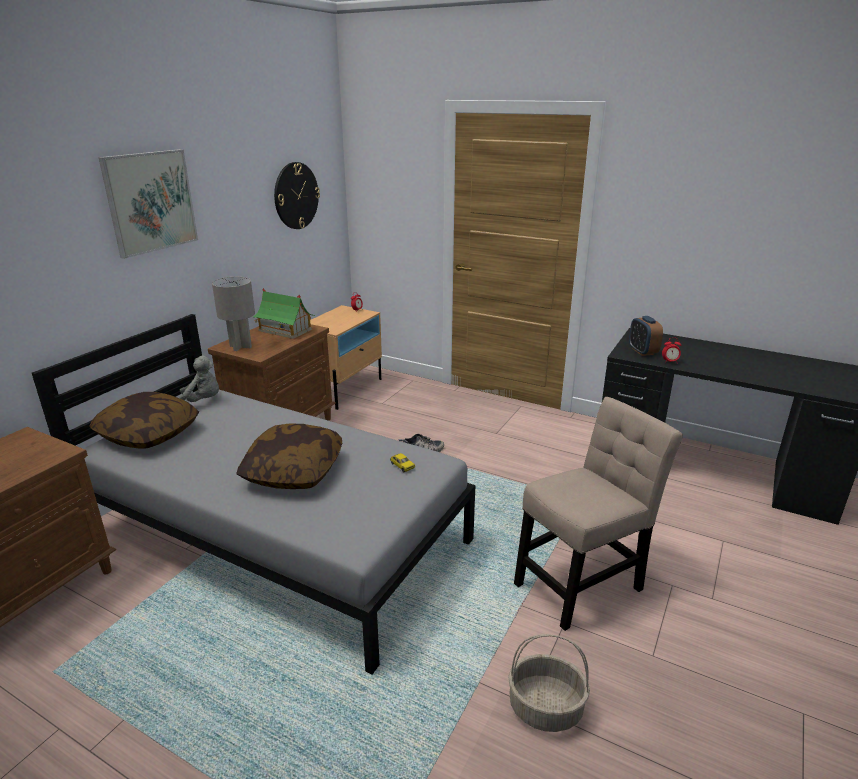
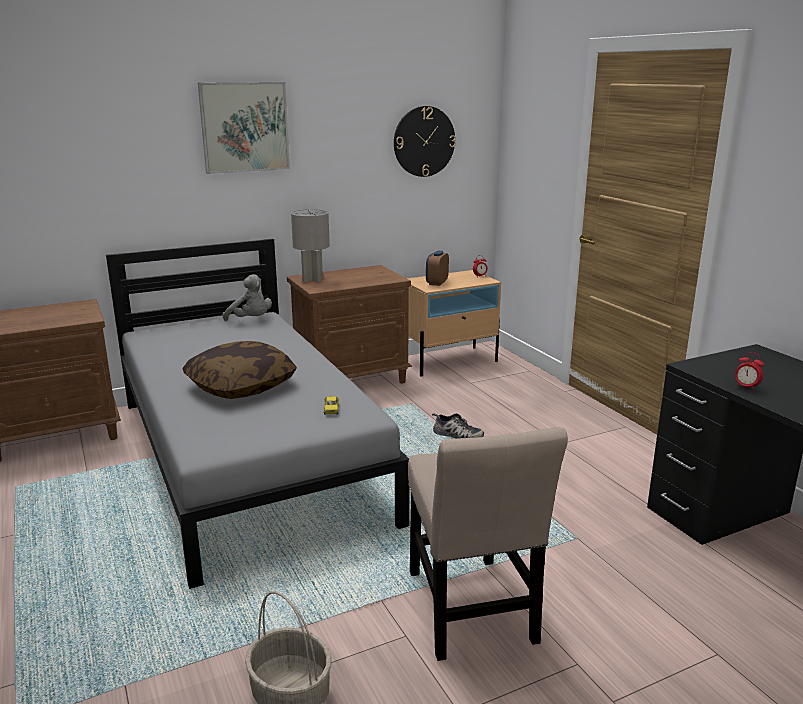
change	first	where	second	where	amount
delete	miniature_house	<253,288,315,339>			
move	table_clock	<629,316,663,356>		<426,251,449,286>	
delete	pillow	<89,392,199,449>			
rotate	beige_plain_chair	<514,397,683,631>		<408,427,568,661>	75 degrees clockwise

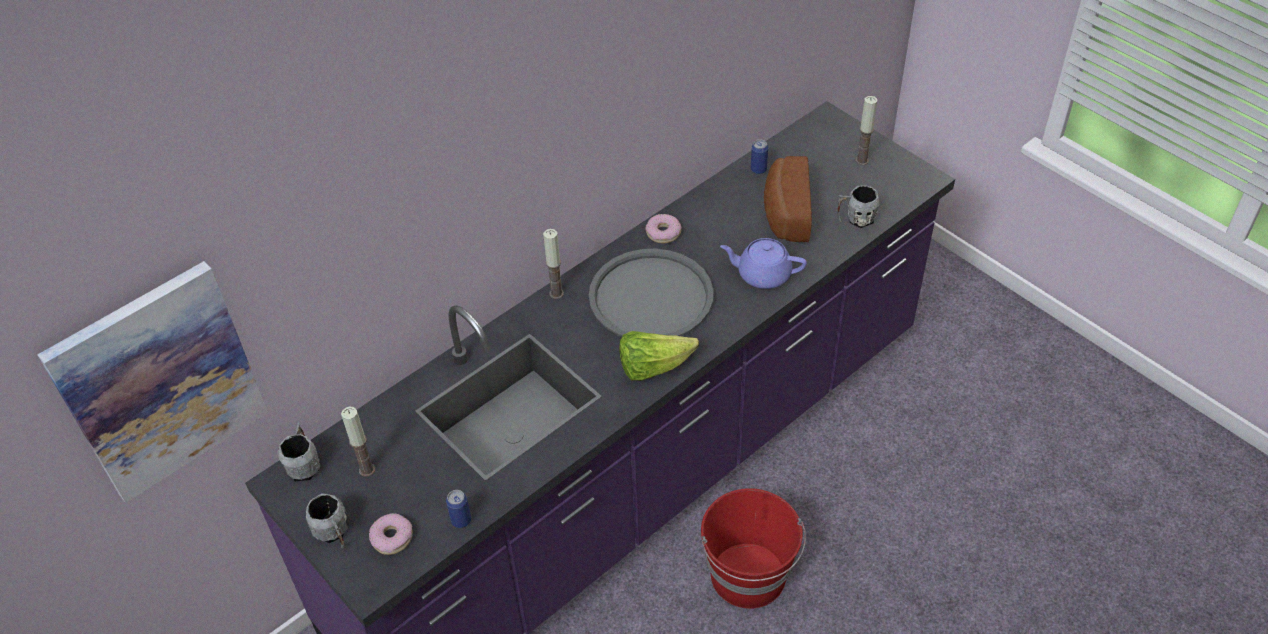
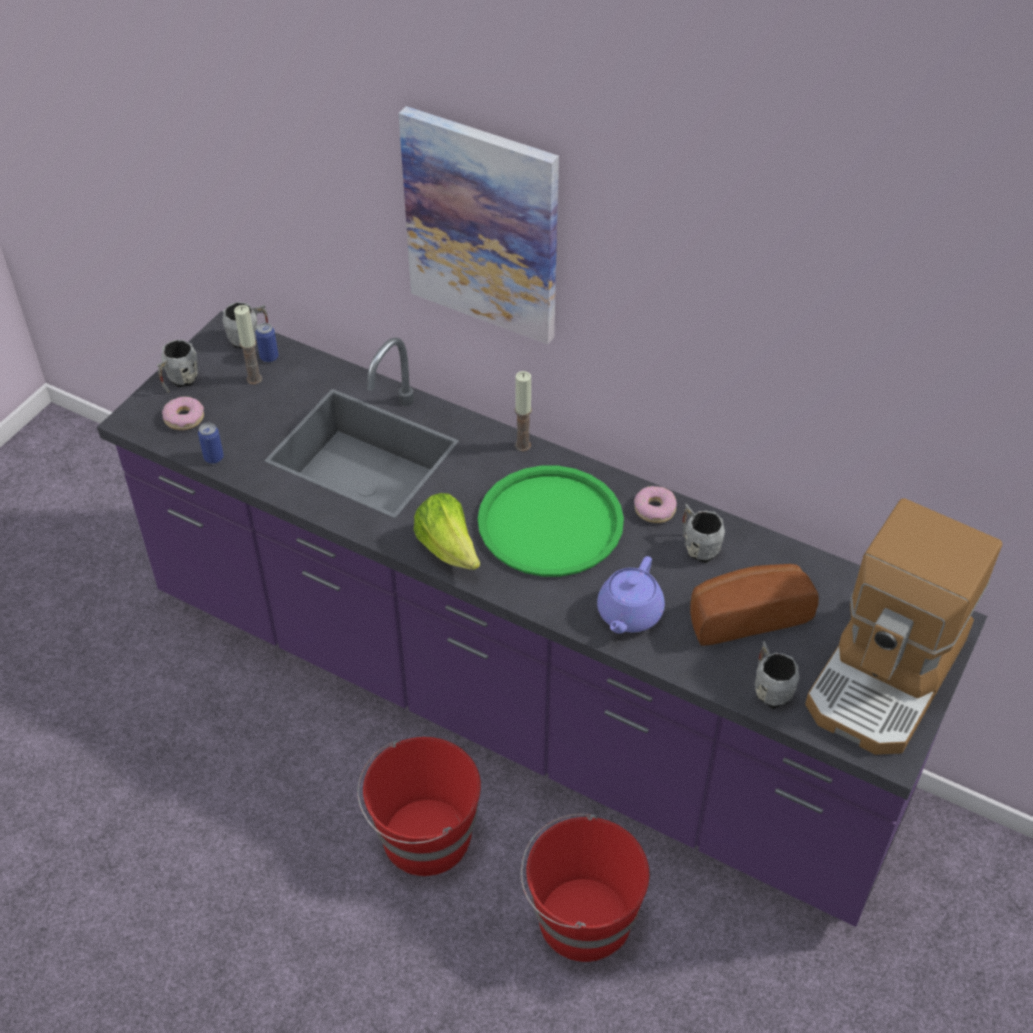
change	first	where	second	where	amount
replace	candle	<856,96,877,165>	coffee_machine	<805,498,1003,755>	
move	sealed_can	<751,139,768,174>		<255,323,278,363>	
rotate	purplish_tea_pot	<720,238,807,289>		<597,556,665,634>	150 degrees counterclockwise
recolor	grey_serving_tray	<589,249,714,337>	green_serving_tray	<478,466,624,577>	
move	picture	<37,261,268,503>		<399,106,559,345>	
insert			grey_mug	<683,503,725,564>	
insert			red_water_bucket	<521,813,649,962>	

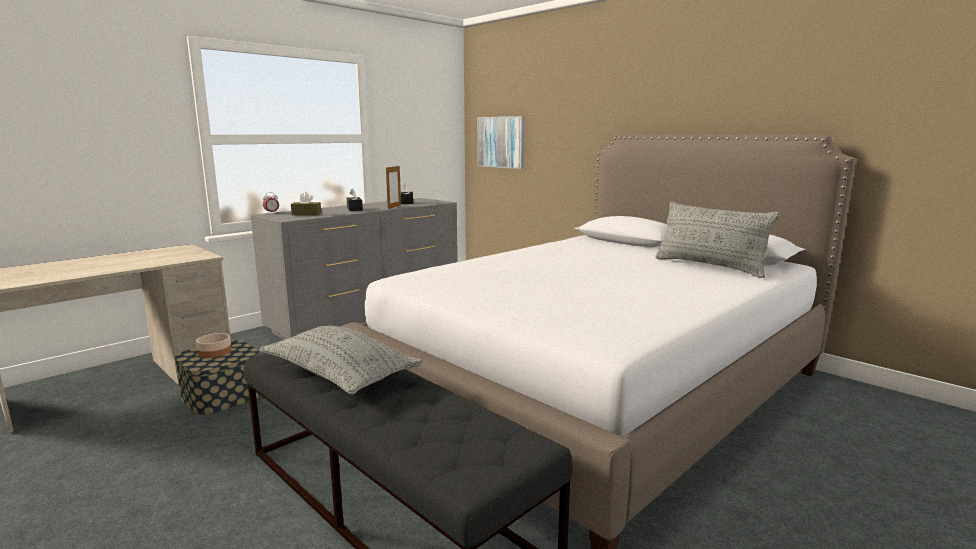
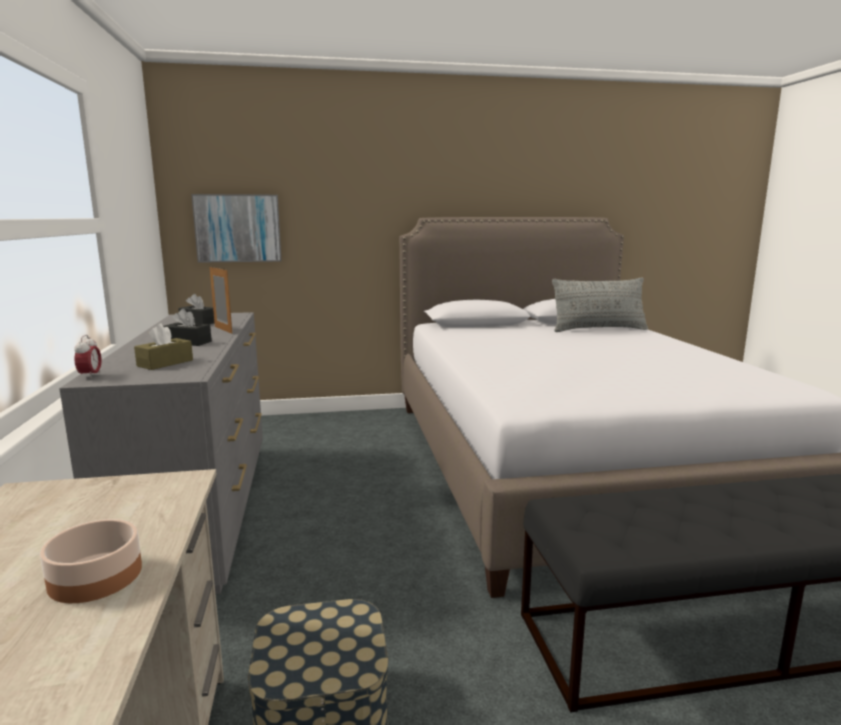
change	first	where	second	where	amount
delete	grey_pillow	<260,326,423,395>			
move	bowl	<196,333,231,358>		<40,519,142,603>	

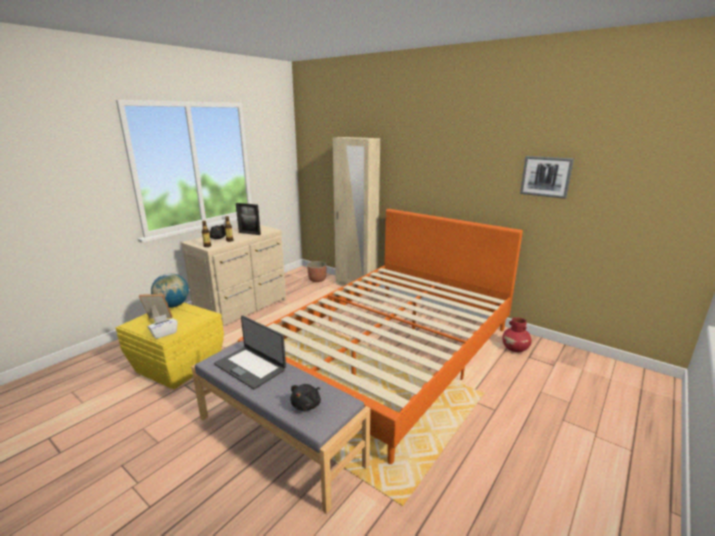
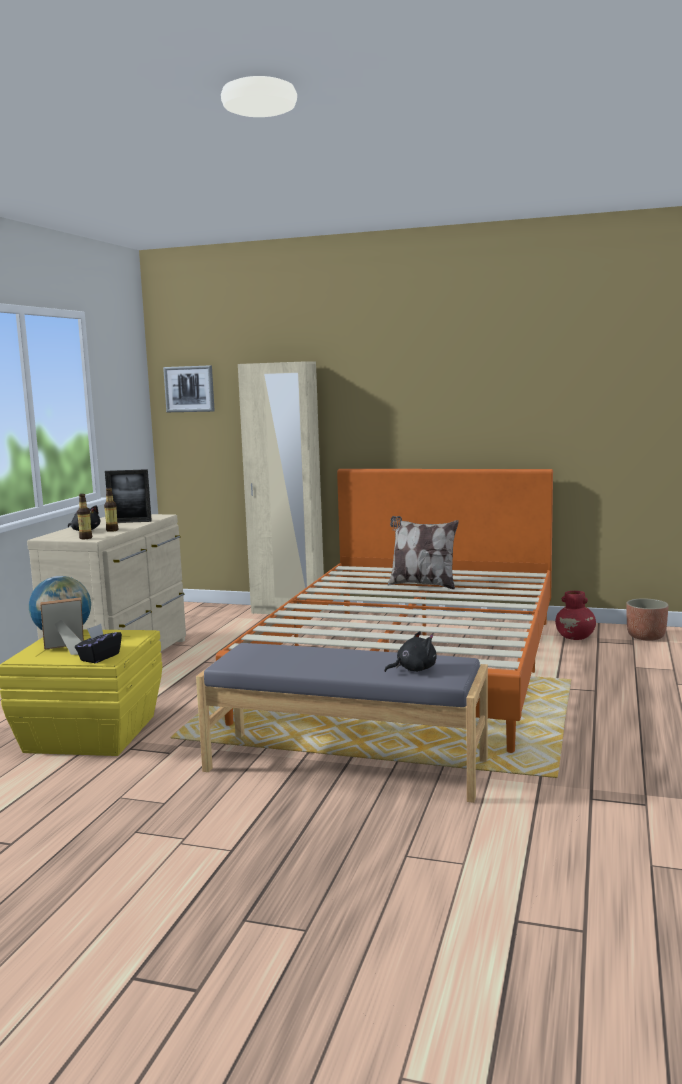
change	first	where	second	where	amount
move	picture	<520,156,574,199>		<163,365,215,412>	
move	plant_pot	<307,261,326,282>		<627,598,669,641>	
recolor	white_tissue_box	<148,314,178,339>	blackish_tissue_box	<75,624,122,663>	
delete	laptop	<214,316,286,389>			
rotate	blackish_cuddly_toy	<290,384,321,410>		<384,631,437,672>	120 degrees counterclockwise
insert			pillow	<388,516,459,589>	

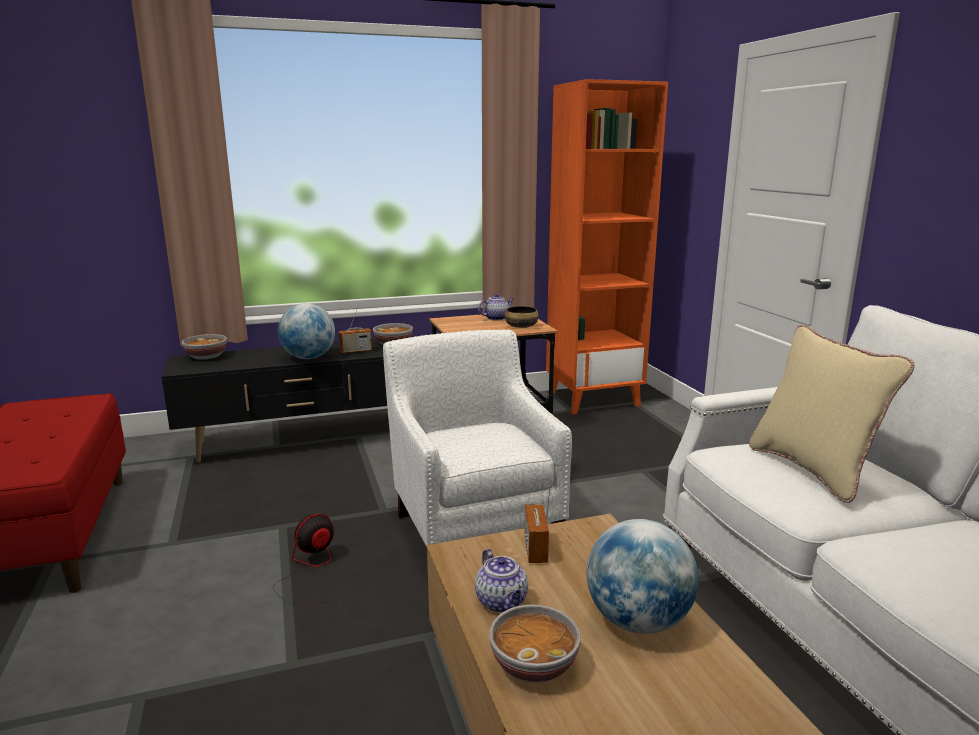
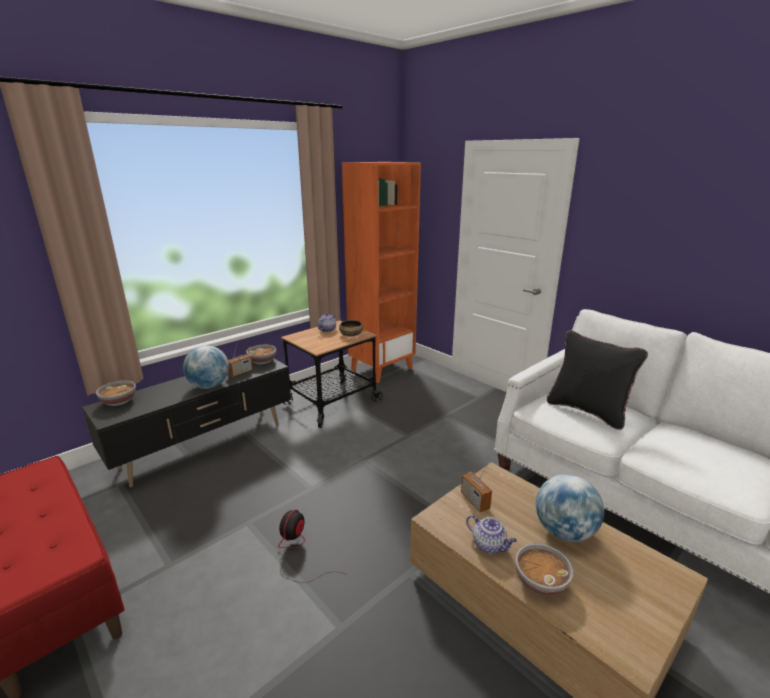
change	first	where	second	where	amount
recolor	beige_pillow	<749,325,915,503>	blackish_pillow	<546,330,648,430>	
delete	white_lounge_chair	<383,330,572,548>			

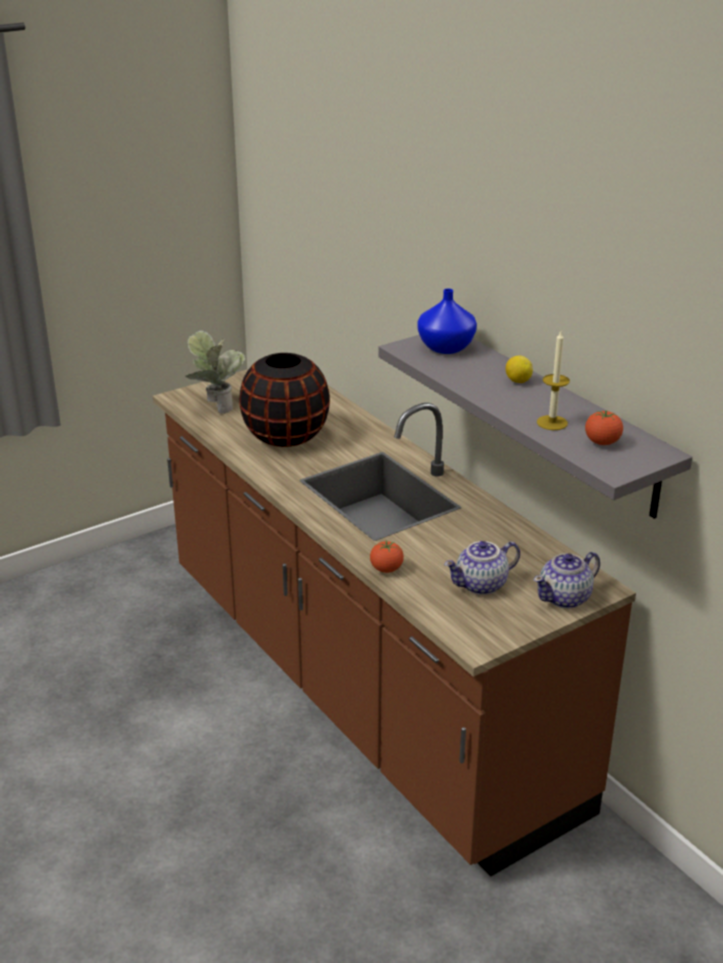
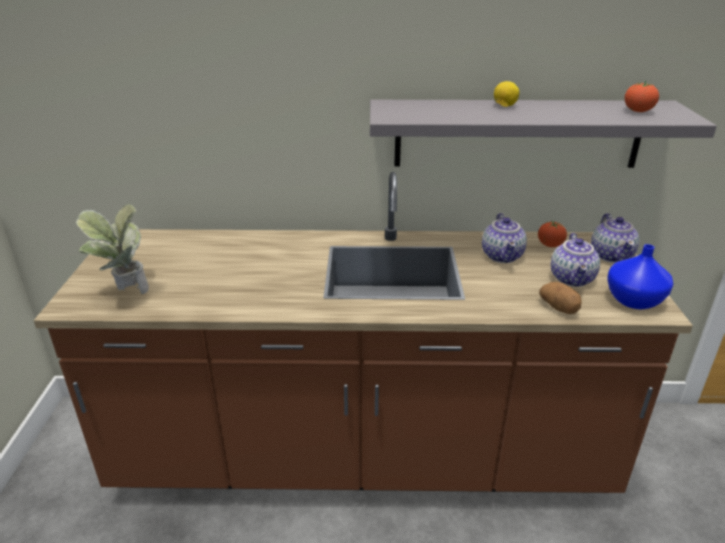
change	first	where	second	where	amount
move	blue-coloured_vase	<418,289,477,354>		<607,244,673,309>	
delete	candle	<537,331,570,430>			
delete	blackish_vase	<239,353,330,447>			
move	fresh_tomato	<370,541,404,573>		<538,221,567,247>	
insert			tea_pot	<482,213,527,263>	
insert			whole_potato	<539,282,582,314>	

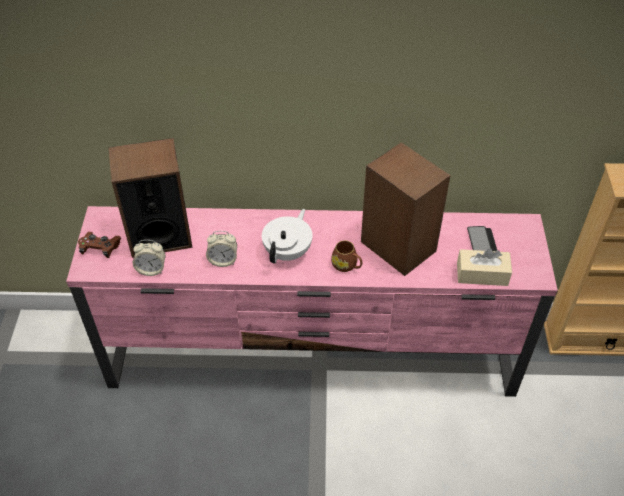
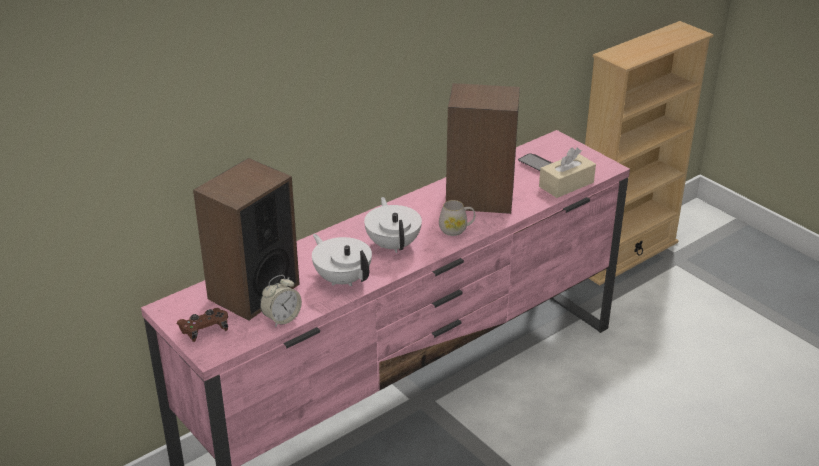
change	first	where	second	where	amount
replace	table_clock	<206,231,237,267>	white_tea_pot	<312,234,372,286>	
recolor	brown-coloured_mug	<331,240,362,272>	white_mug	<439,200,475,236>	

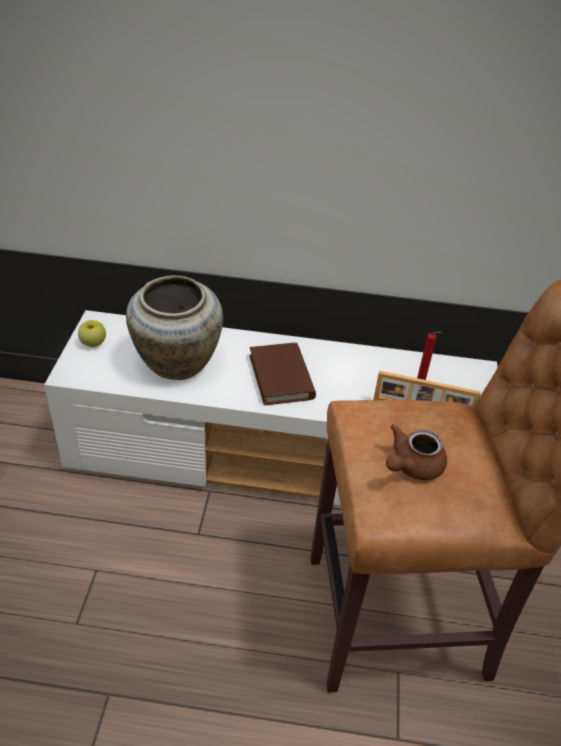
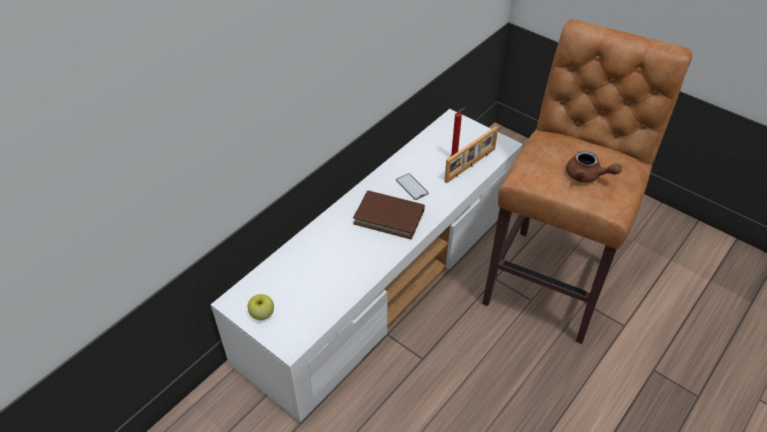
change	first	where	second	where	amount
delete	beige_vase	<126,275,223,380>			
rotate	brown-coloured_tea_pot	<386,424,447,480>		<566,151,622,183>	45 degrees counterclockwise
insert			phone	<396,173,429,200>	

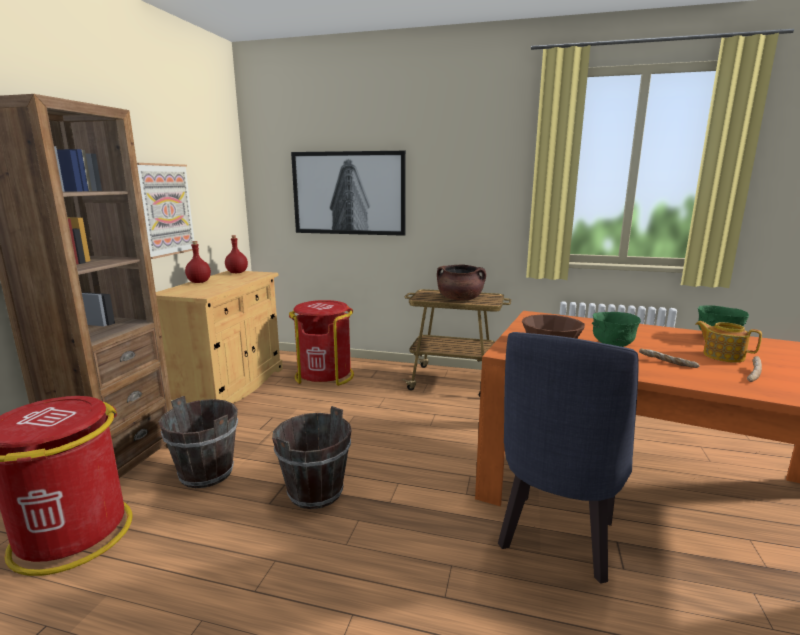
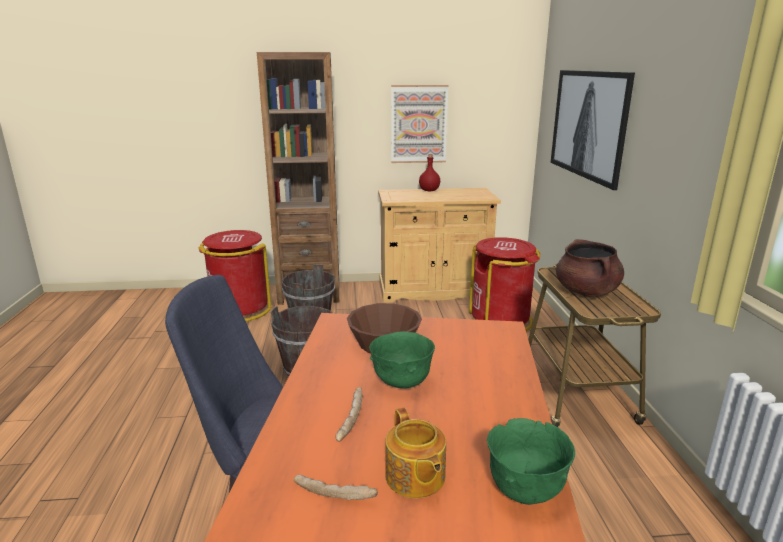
change	first	where	second	where	amount
delete	red_bottle	<225,235,248,273>			
rotate	tea_pot	<695,321,762,363>		<385,408,446,498>	135 degrees clockwise

